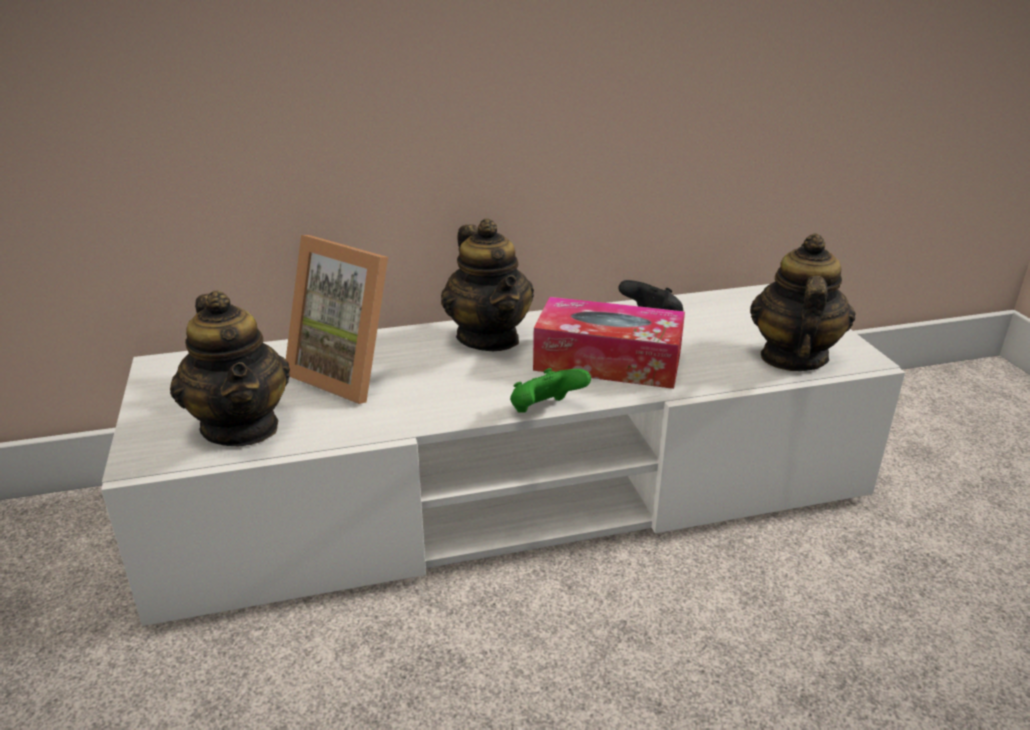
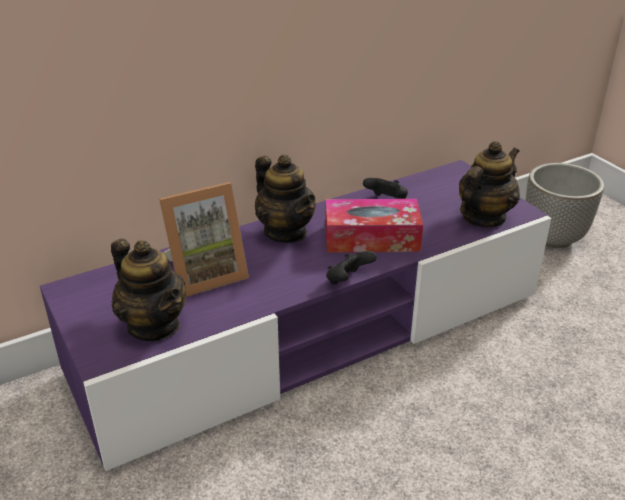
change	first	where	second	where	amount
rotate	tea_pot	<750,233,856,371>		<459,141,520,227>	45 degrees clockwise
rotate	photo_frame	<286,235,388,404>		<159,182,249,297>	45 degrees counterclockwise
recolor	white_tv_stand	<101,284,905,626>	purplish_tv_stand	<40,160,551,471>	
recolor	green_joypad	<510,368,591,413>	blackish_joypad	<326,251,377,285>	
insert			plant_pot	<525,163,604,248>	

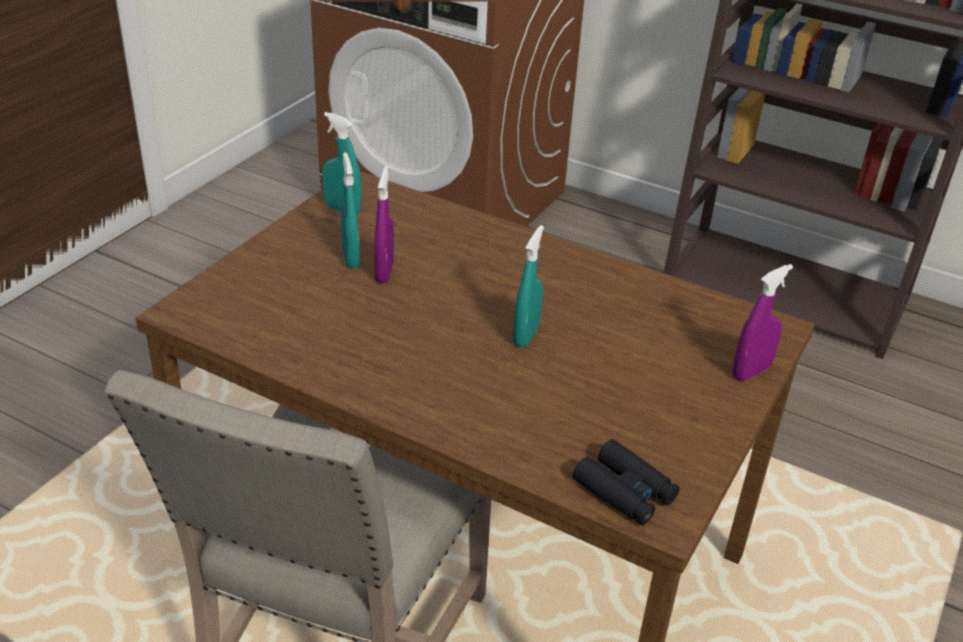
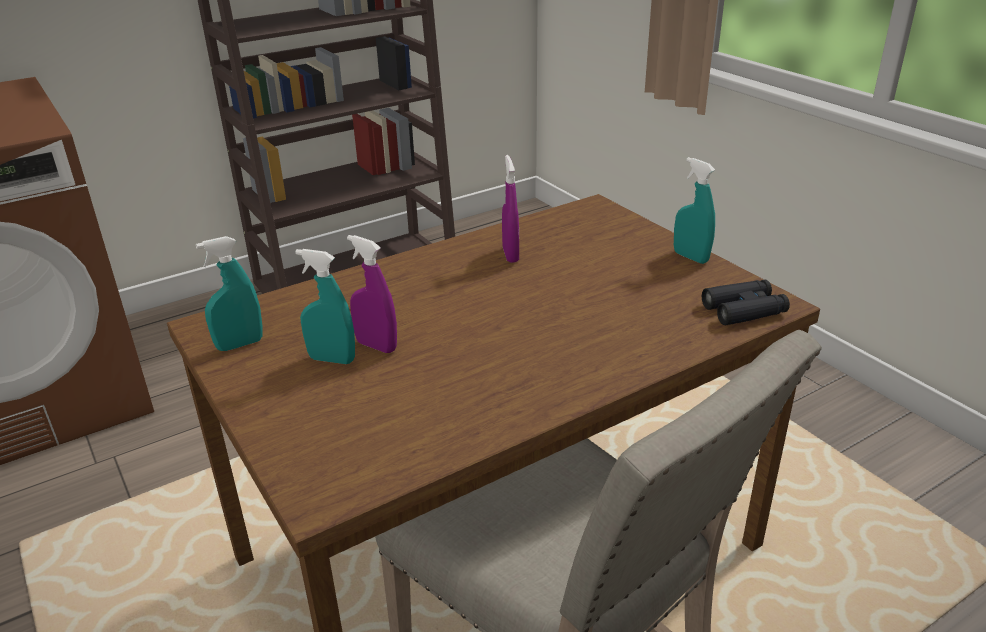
change	first	where	second	where	amount
move	blue-green_hand_sprayer	<513,225,544,348>		<674,157,715,264>	
move	purplish_hand_sprayer	<733,264,793,380>		<502,155,519,263>	

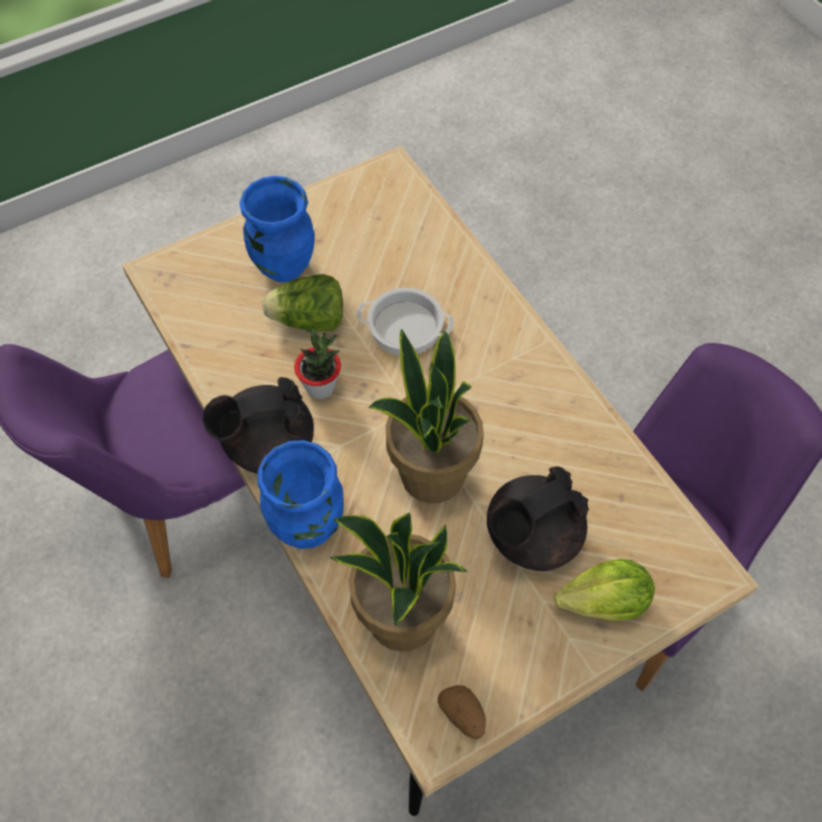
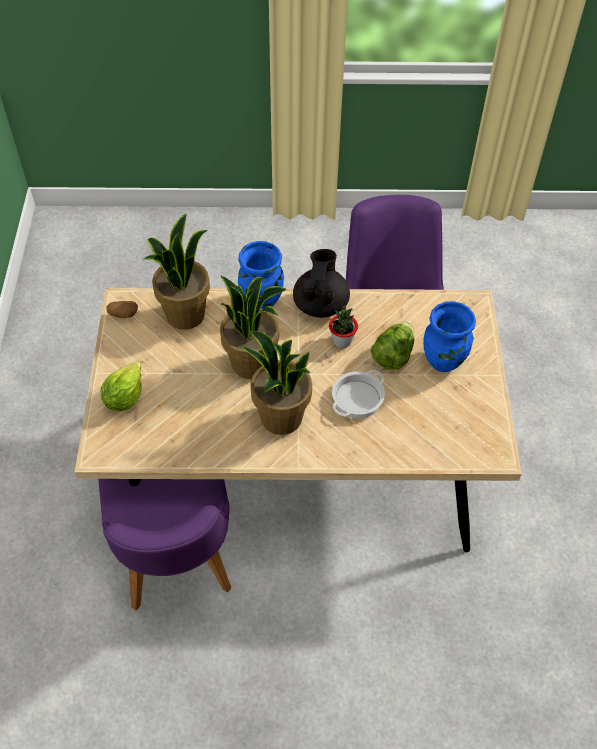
change	first	where	second	where	amount
delete	blackish_tea_pot	<487,466,589,571>			
insert			houseplant	<240,331,312,435>	

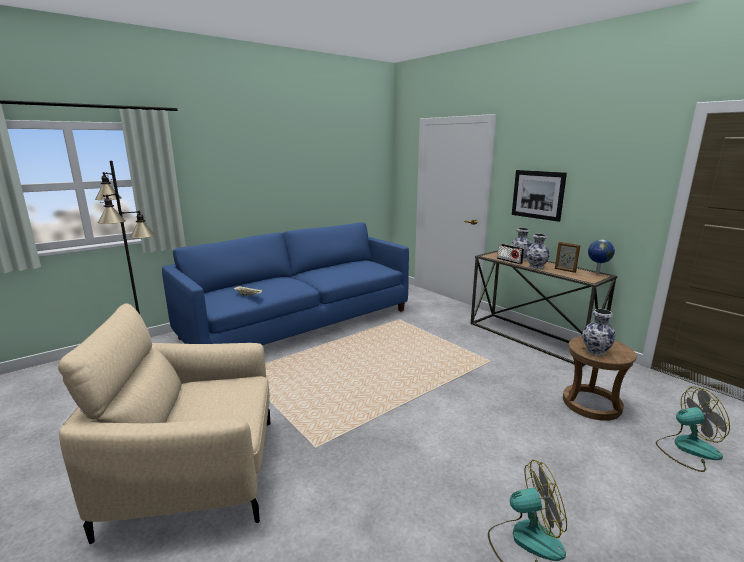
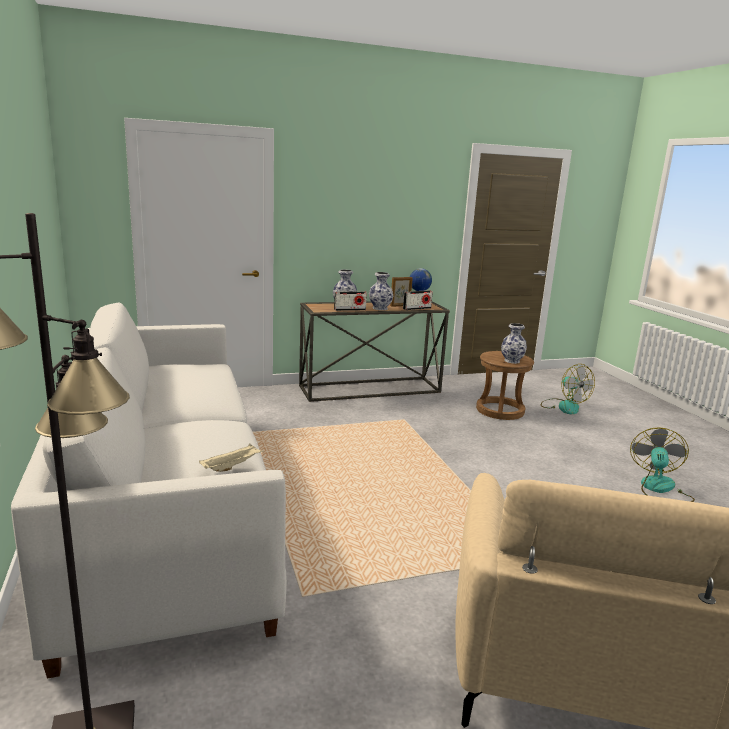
change	first	where	second	where	amount
delete	picture	<512,170,567,222>			
recolor	blue-coloured_settee	<162,222,409,345>	white_settee	<11,303,287,679>	
rotate	electric_fan	<656,387,730,472>		<541,364,595,414>	135 degrees clockwise
insert			radio_set	<403,290,433,310>	

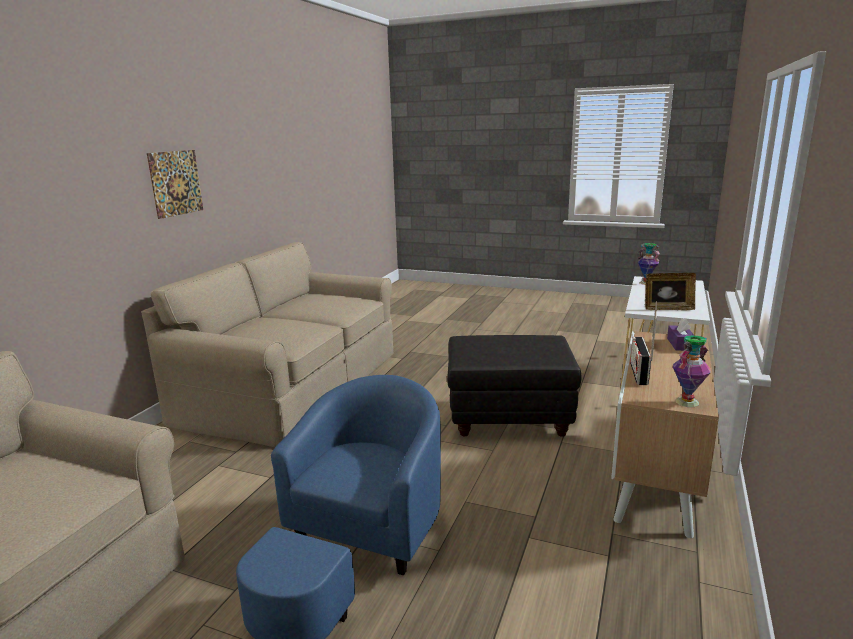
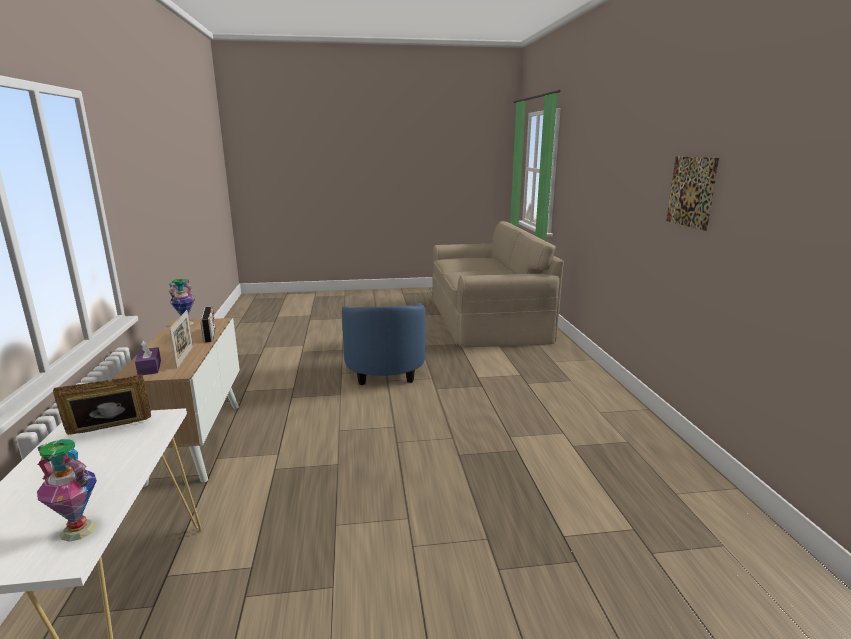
change	first	where	second	where	amount
delete	beige_settee	<141,242,393,447>			
delete	blackish_footrest	<447,335,581,437>			

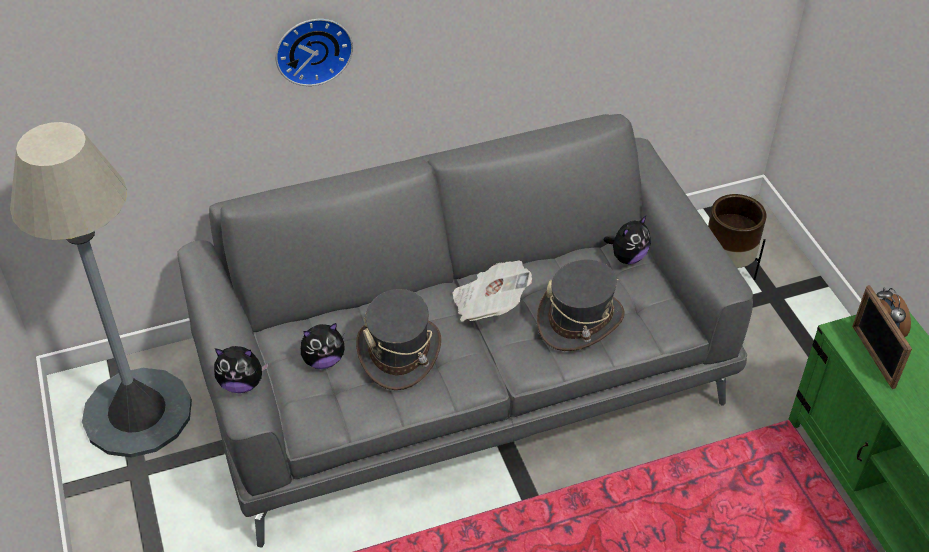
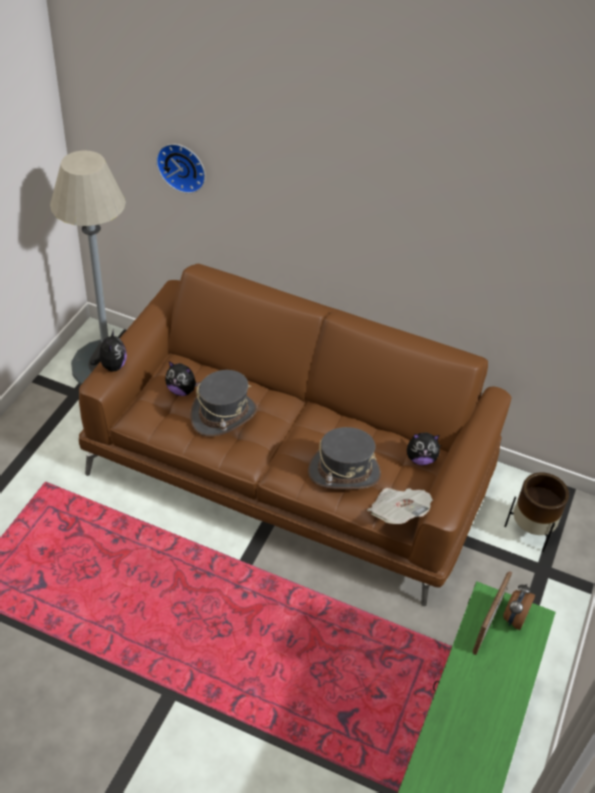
change	first	where	second	where	amount
move	hanging_clock	<275,19,353,86>		<156,144,206,194>	
recolor	grey_settee	<177,114,753,548>	brown-coloured_settee	<79,263,512,606>	
move	printed_paper	<452,260,532,322>		<367,488,433,524>	
rotate	cuddly_toy	<214,346,268,393>		<90,329,127,372>	135 degrees counterclockwise

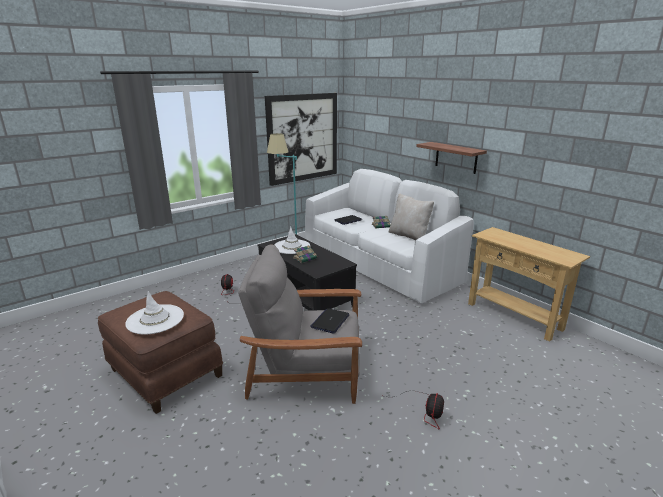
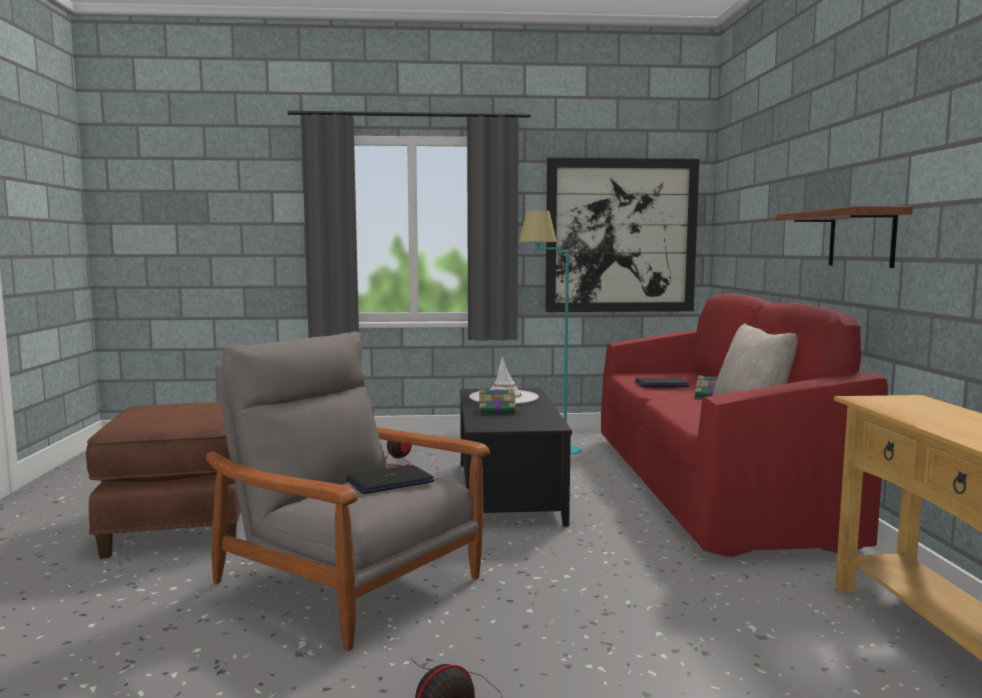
change	first	where	second	where	amount
recolor	white_settee	<305,169,474,303>	red_settee	<601,293,888,557>	
delete	white_hat	<125,291,184,334>			

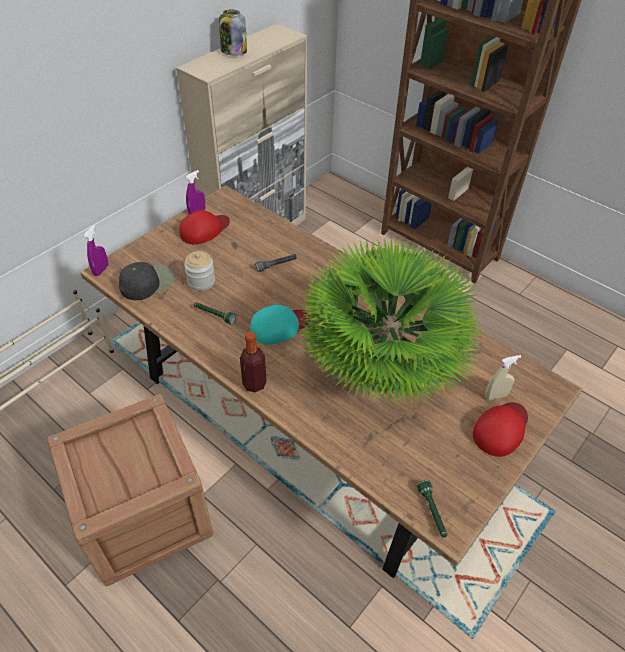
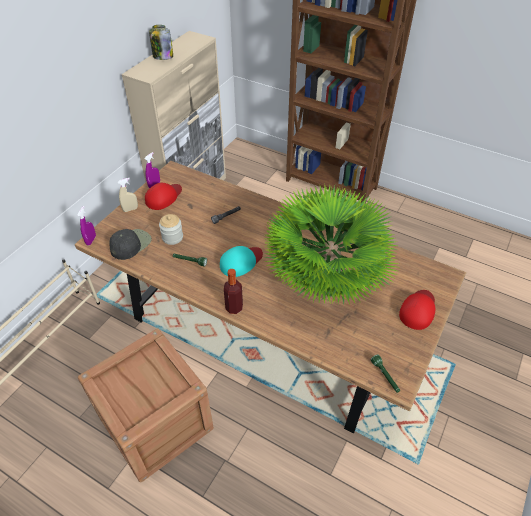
change	first	where	second	where	amount
move	beige_hand_sprayer	<485,355,521,400>		<118,178,138,212>	

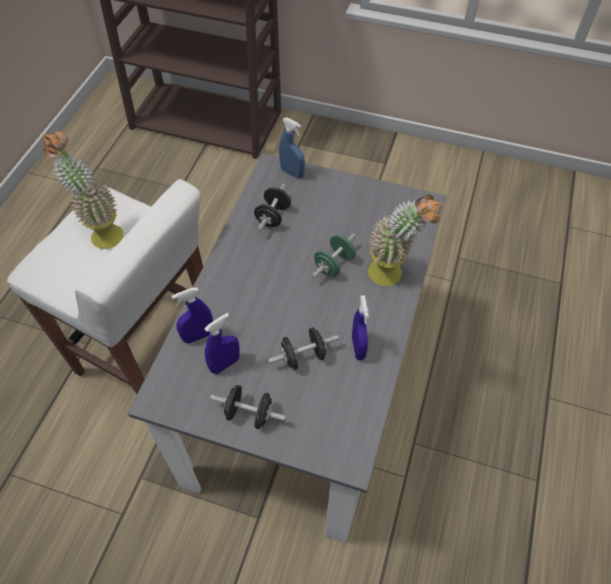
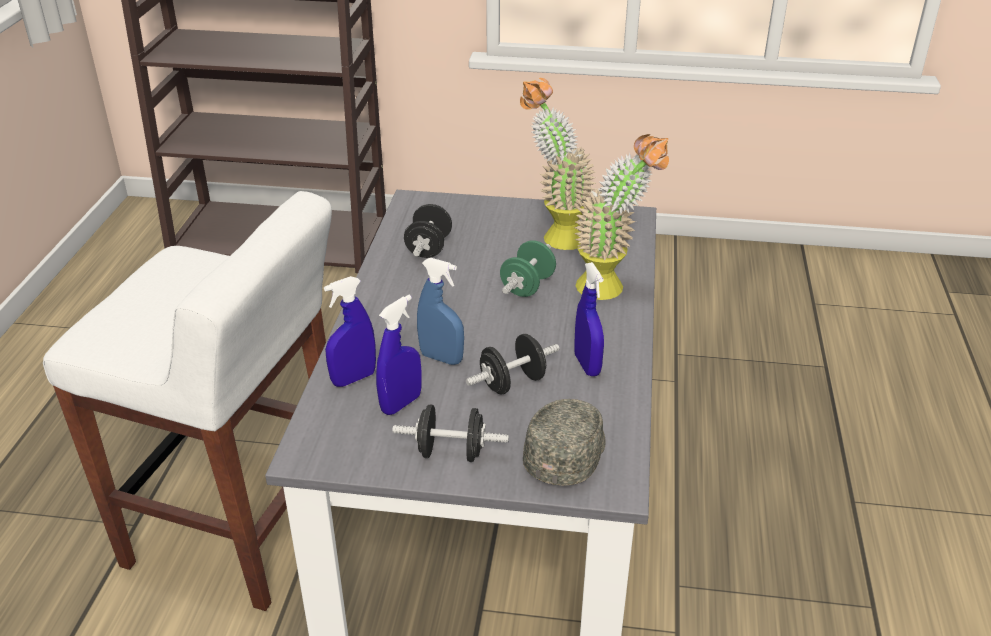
change	first	where	second	where	amount
move	blue-coloured_hand_sprayer	<279,118,305,178>		<417,258,464,365>	
move	houseplant	<42,132,124,249>		<520,78,596,250>	
insert			grey_baseball_cap	<523,399,606,486>	

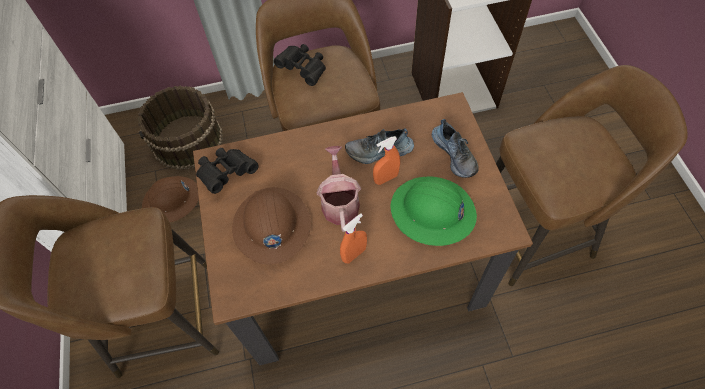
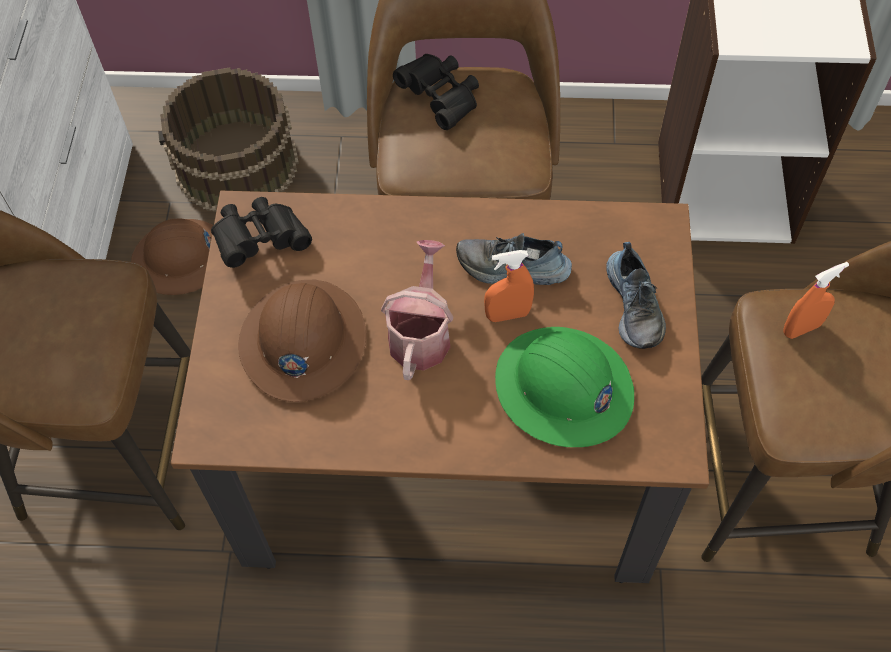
change	first	where	second	where	amount
move	orange_hand_sprayer	<340,213,367,264>		<783,262,849,339>	

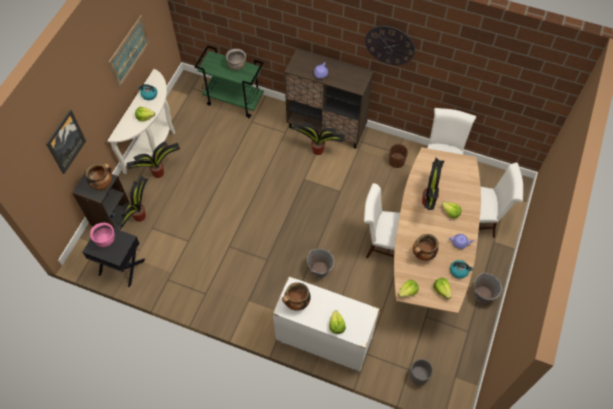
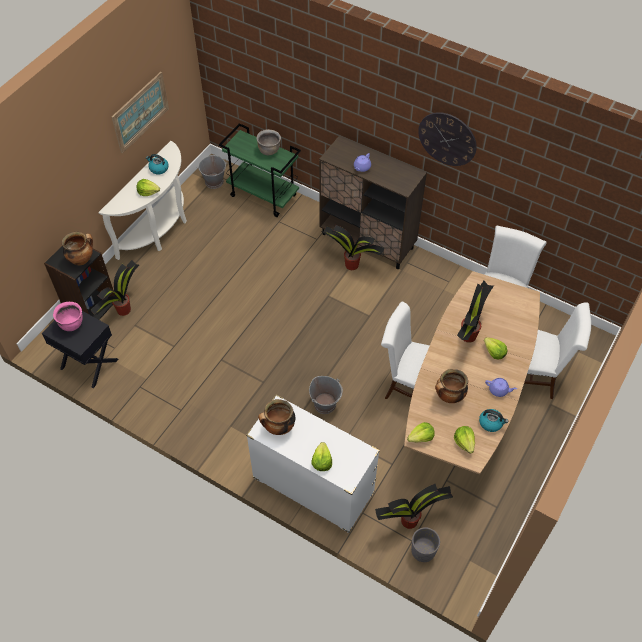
change	first	where	second	where	amount
delete	picture	<46,110,86,174>			
move	houseplant	<126,141,180,178>		<375,484,454,529>	
delete	brown-coloured_plant_pot	<389,144,408,168>			
move	grey_water_bucket	<474,273,502,304>		<197,155,227,189>	

